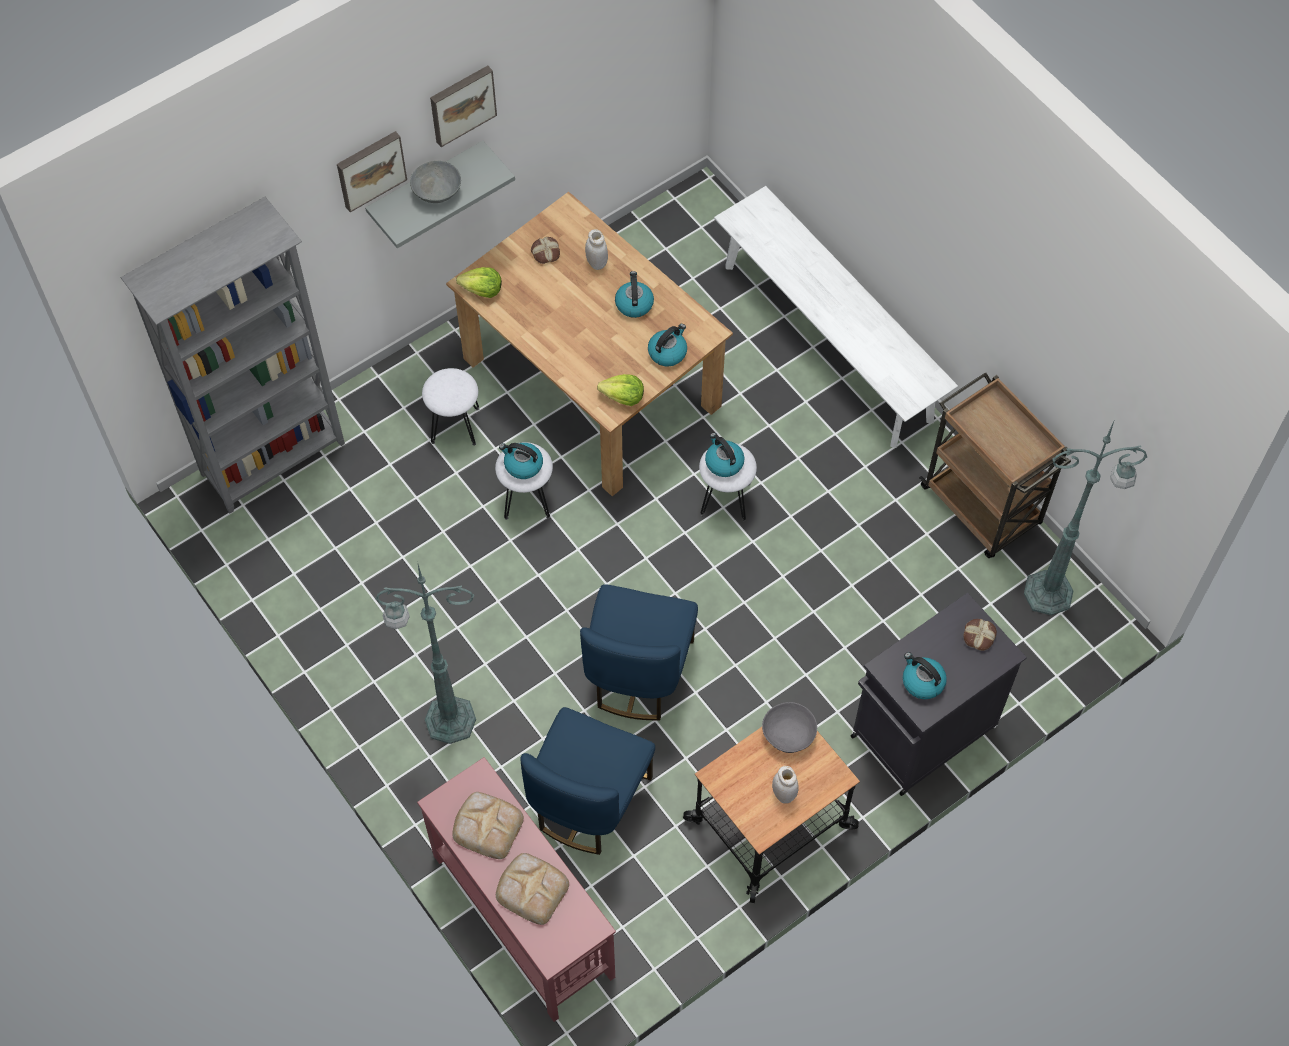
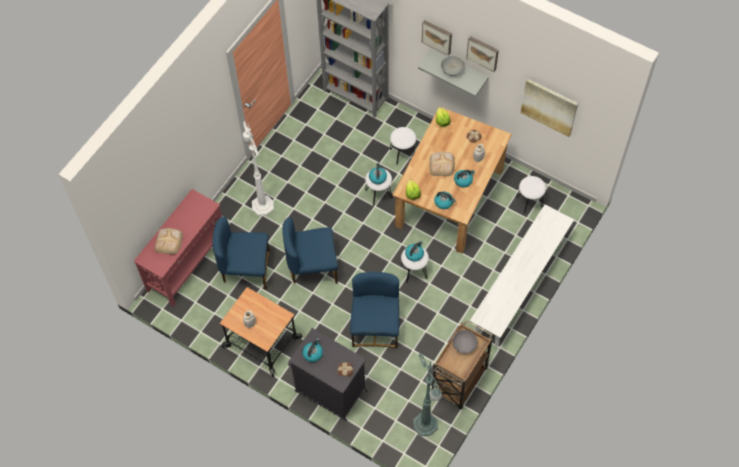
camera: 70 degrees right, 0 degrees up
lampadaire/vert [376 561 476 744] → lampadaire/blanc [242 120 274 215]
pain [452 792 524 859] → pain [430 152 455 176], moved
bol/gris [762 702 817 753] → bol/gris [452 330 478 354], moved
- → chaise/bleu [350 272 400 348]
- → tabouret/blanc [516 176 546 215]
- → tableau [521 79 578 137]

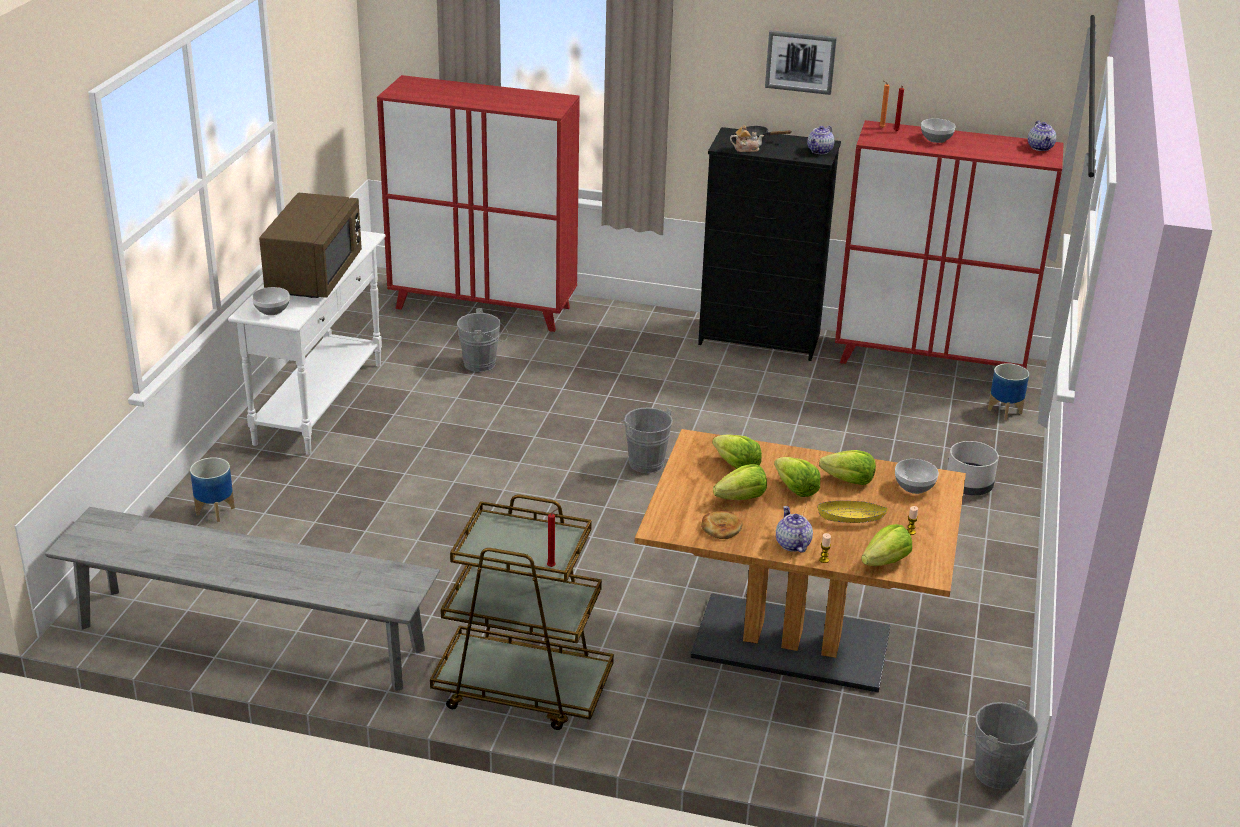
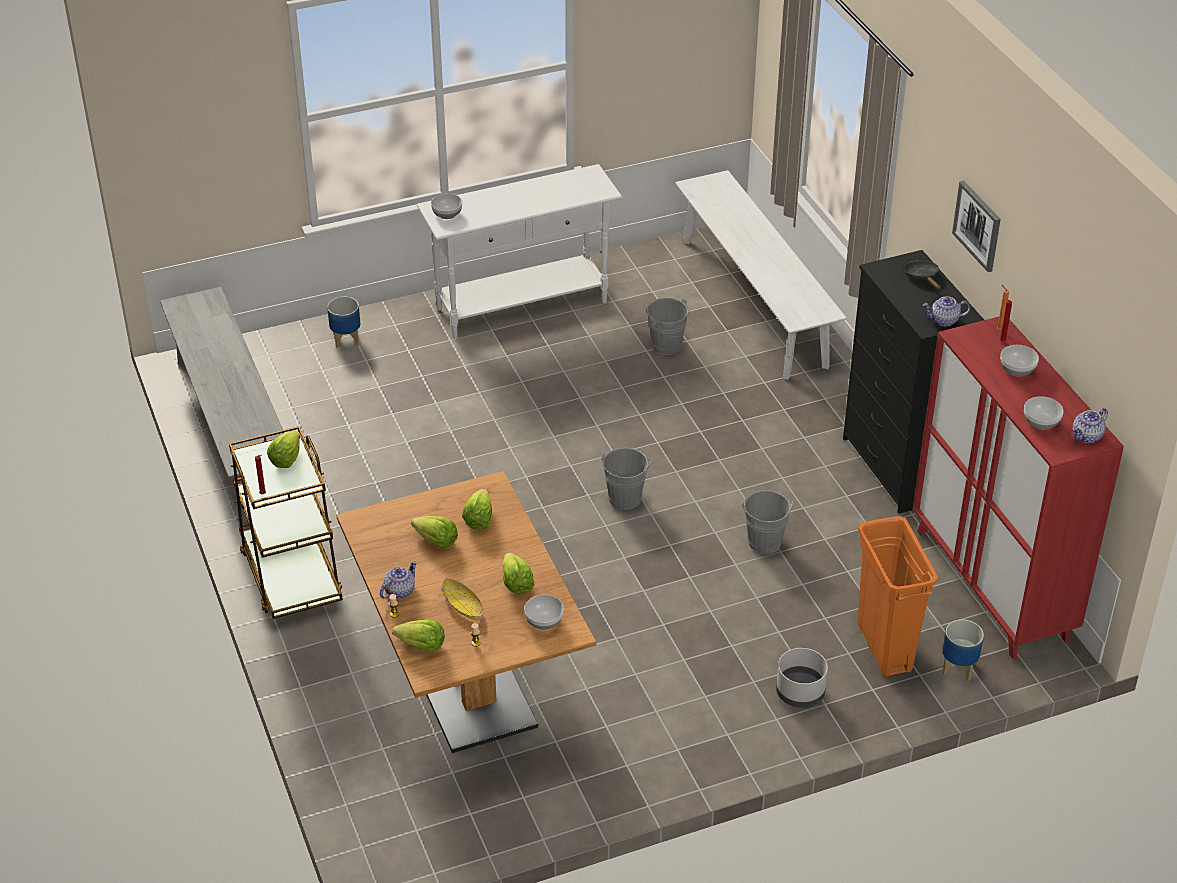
camera: 55 degrees right, 10 degrees up
micro-ondes/marron [259 193 362 298] → -
meuble de rangement/rouge [377 75 580 332] → banc/blanc [675 170 847 380]
pain [701 511 743 539] → -
théière [730 125 764 152] → -
laitue [774 457 821 497] → laitue [267 430 300 468], moved
seau/gris [962 700 1038 790] → seau/gris [743 490 793 554], moved
- → poubelle/orange [857 516 939 677]
- → bol [1024 396 1064 430]

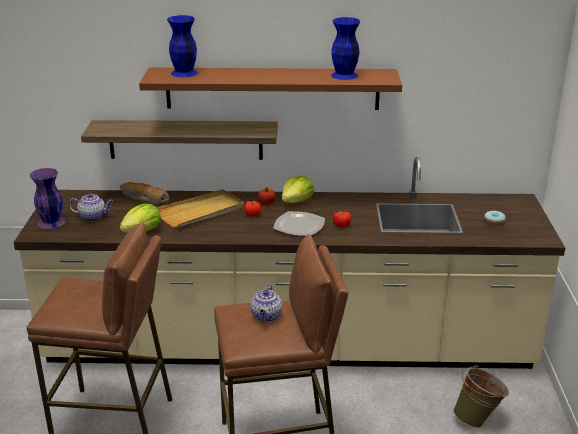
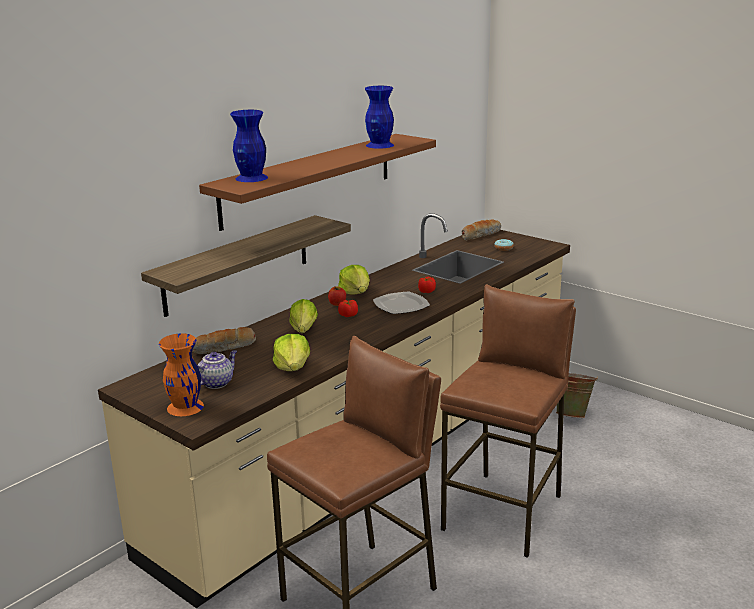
camera: 50 degrees left, 5 degrees down
vase/violet [30 168 65 229] → vase/orange [159 333 204 416]
plateau/beige [156 189 244 228] → laitue [290 299 318 333]
théière [251 284 282 322] → -
- → pain [462 219 501 241]

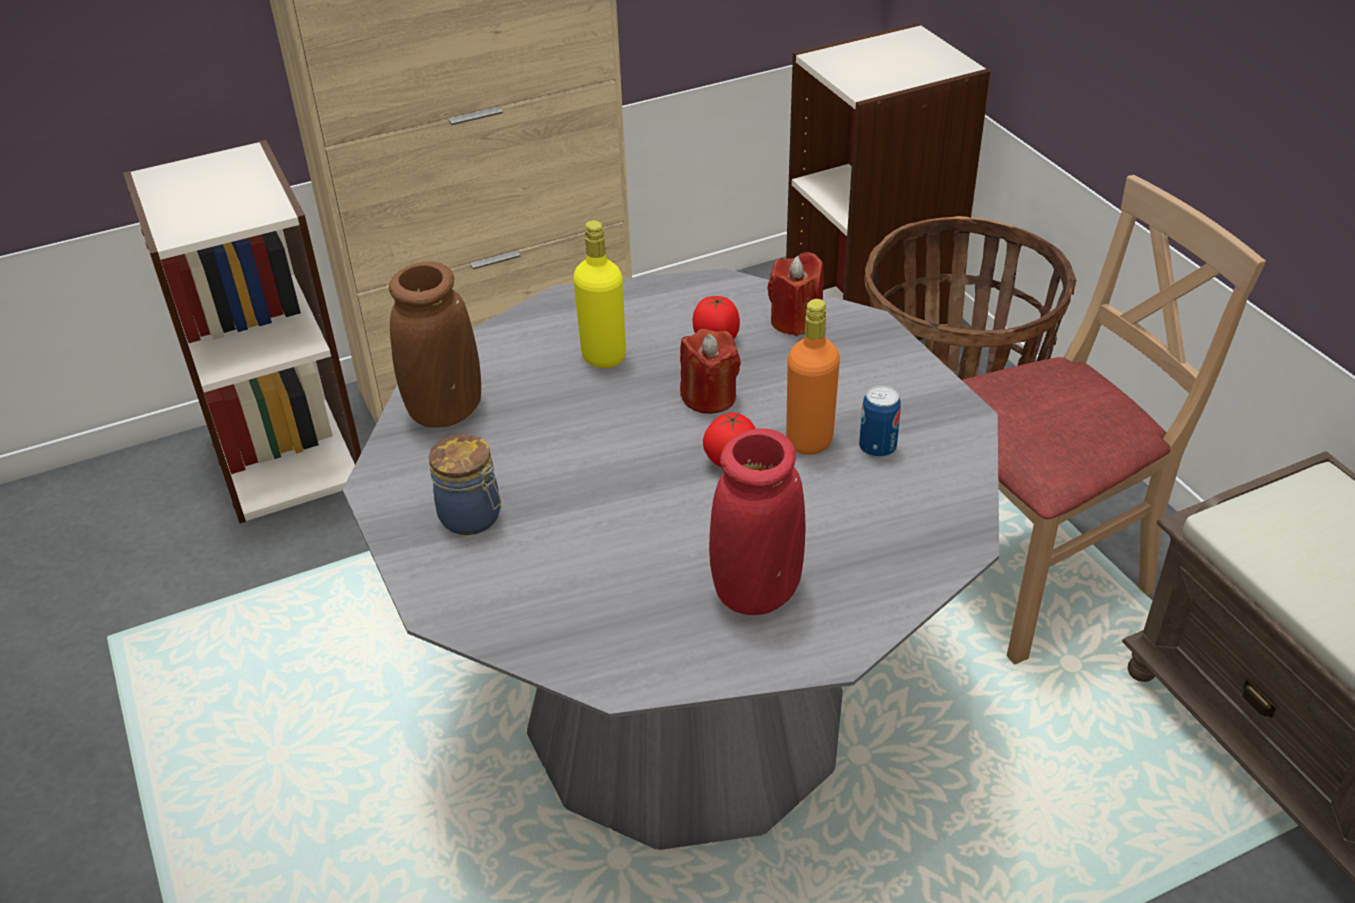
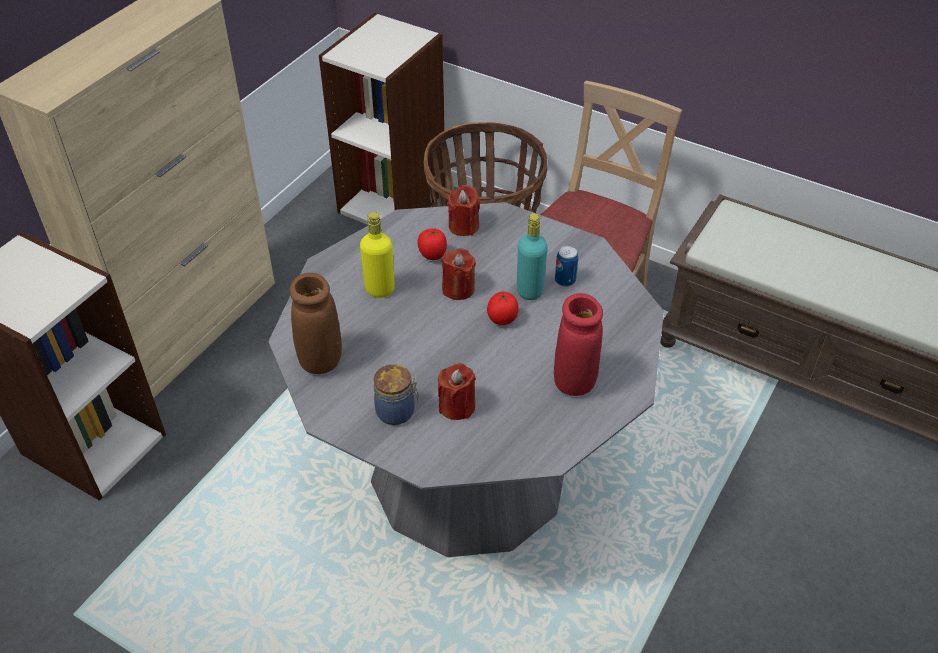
camera: 35 degrees left, 5 degrees up
bouteille/orange [786 299 840 455] → bouteille/turquoise [517 213 547 300]
- → bougie/rouge [438 363 476 420]

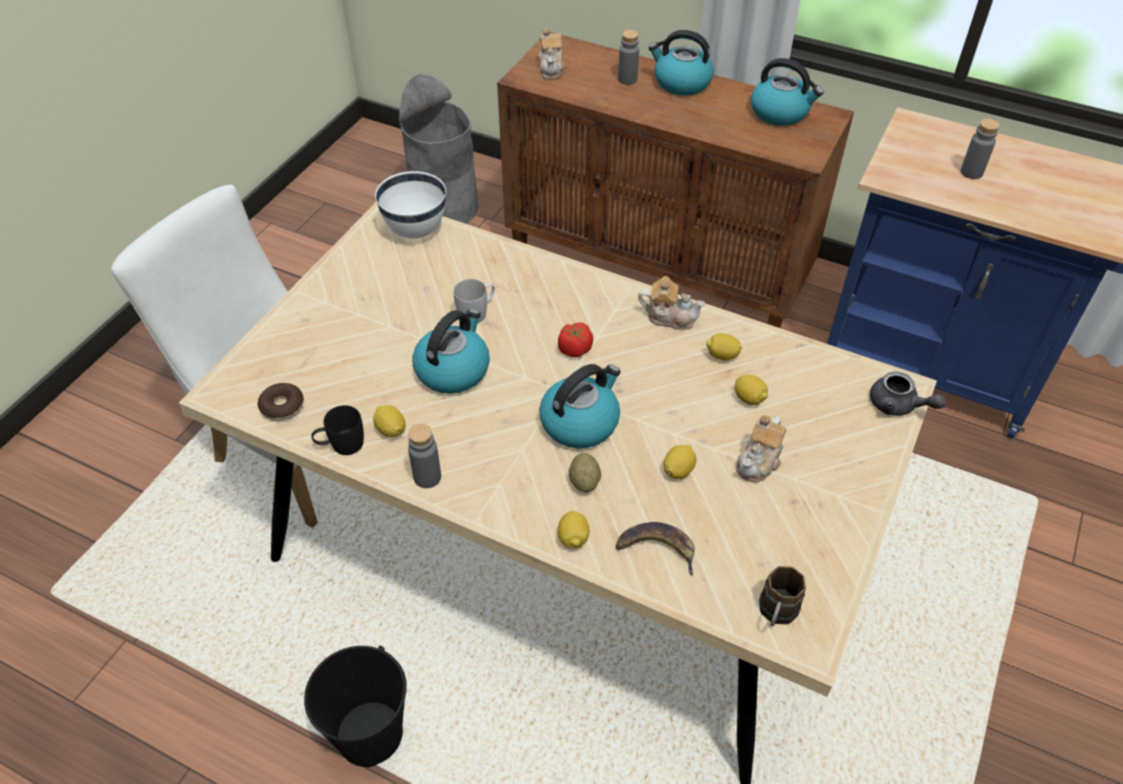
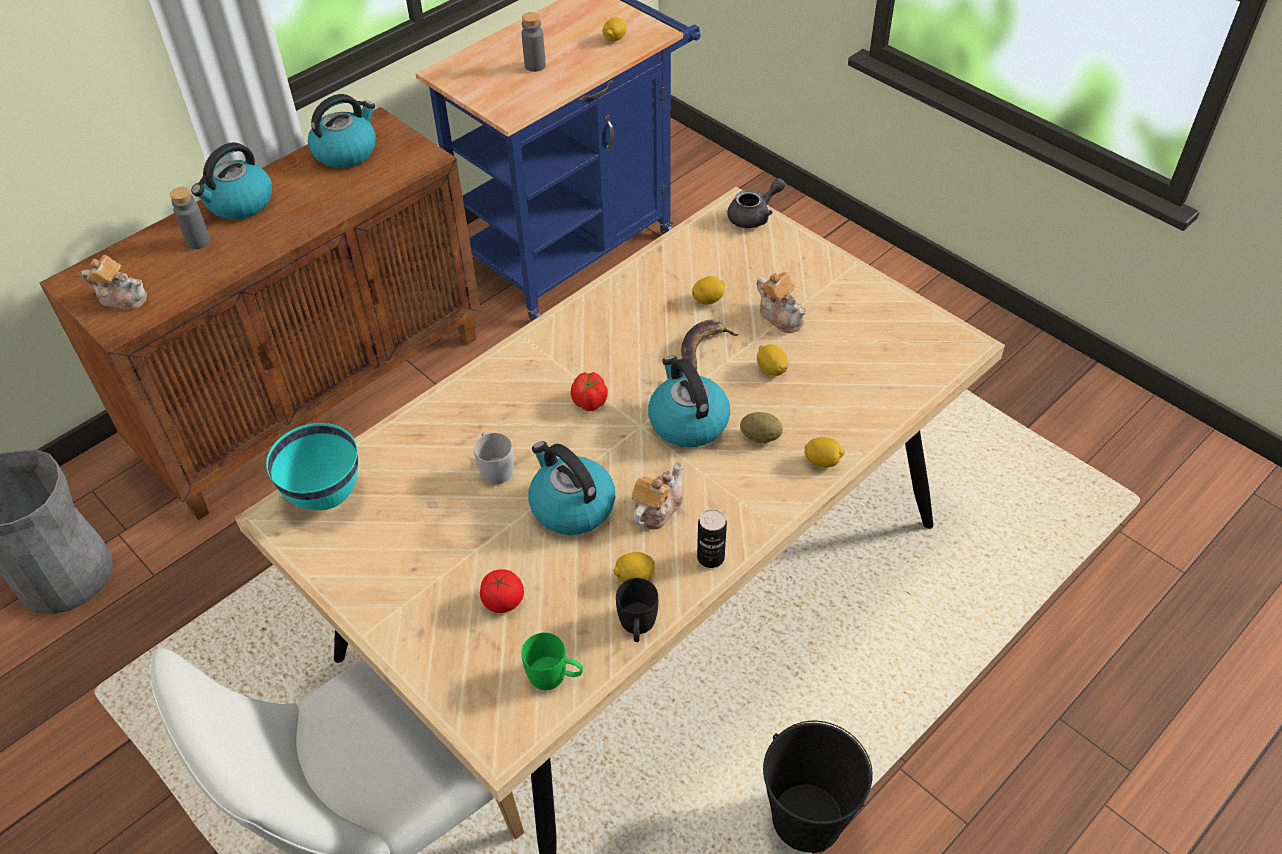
camera: 70 degrees left, 0 degrees up
beignet [257 383 304 421] → mug/vert [522 632 583 690]
bol/blanc [375 171 446 239] → bol/turquoise [266 423 358 510]
bouteille/gris [408 424 441 488] → boîte métallique [697 509 727 568]
banane [615 522 695 577] → banane [681 320 739 370], moved
théière [638 276 705 330] → théière [632 463 683 530], moved
citron [706 333 742 360] → citron [603 18 627 42], moved
mug/marron [759 566 806 627] → -
- → tomate [480 570 524 613]

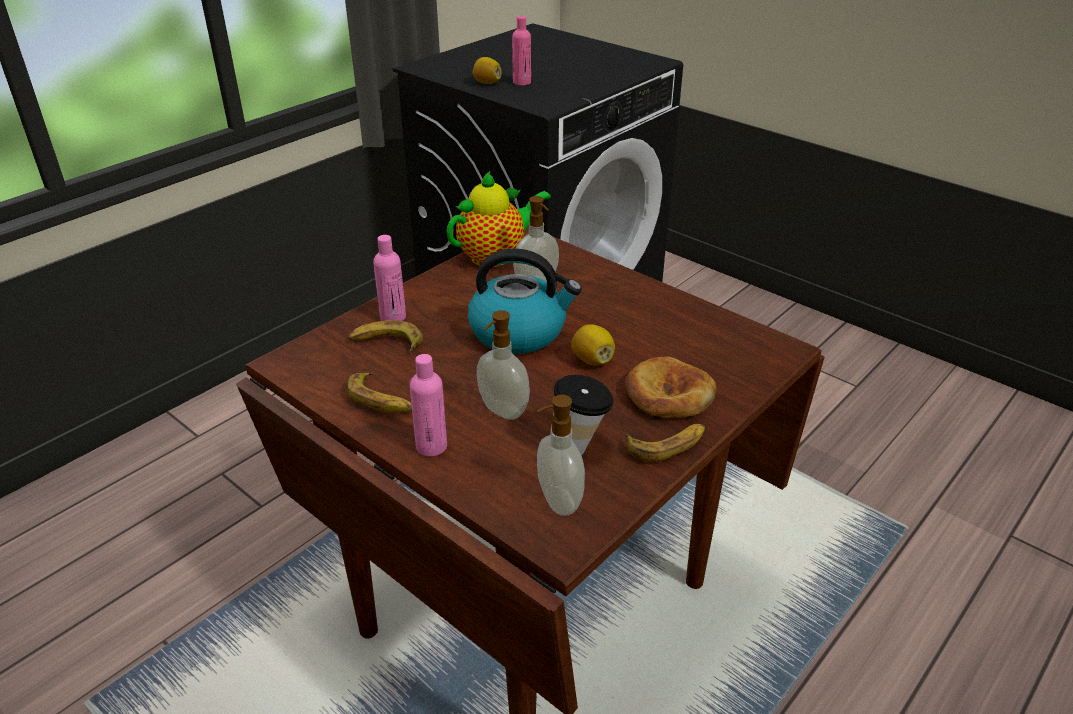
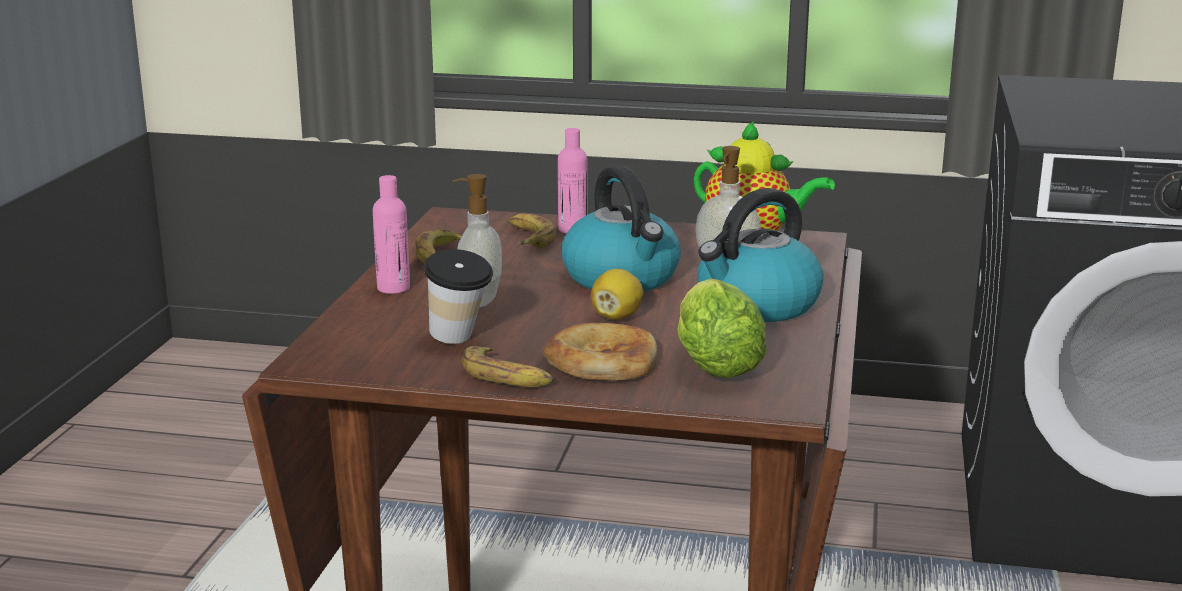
camera: 60 degrees right, 15 degrees down
citron [473 57 502 84] → -
bouteille/rose [512 16 531 86] → -
distributeur de savon [537 395 585 516] → -
- → laitue [678 279 767 378]
- → bouilloire [697 188 824 322]

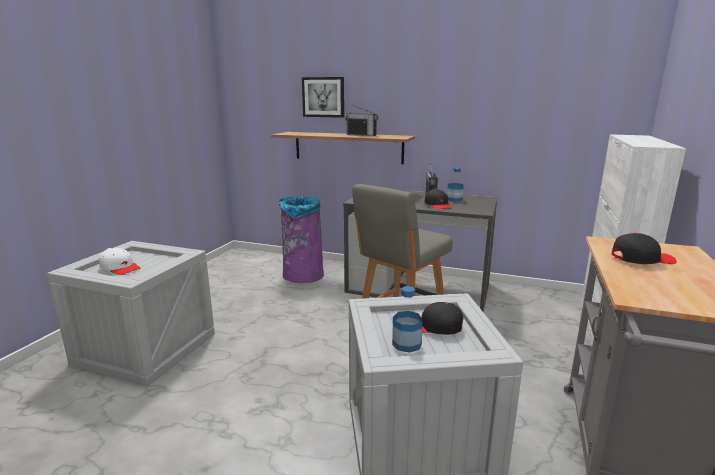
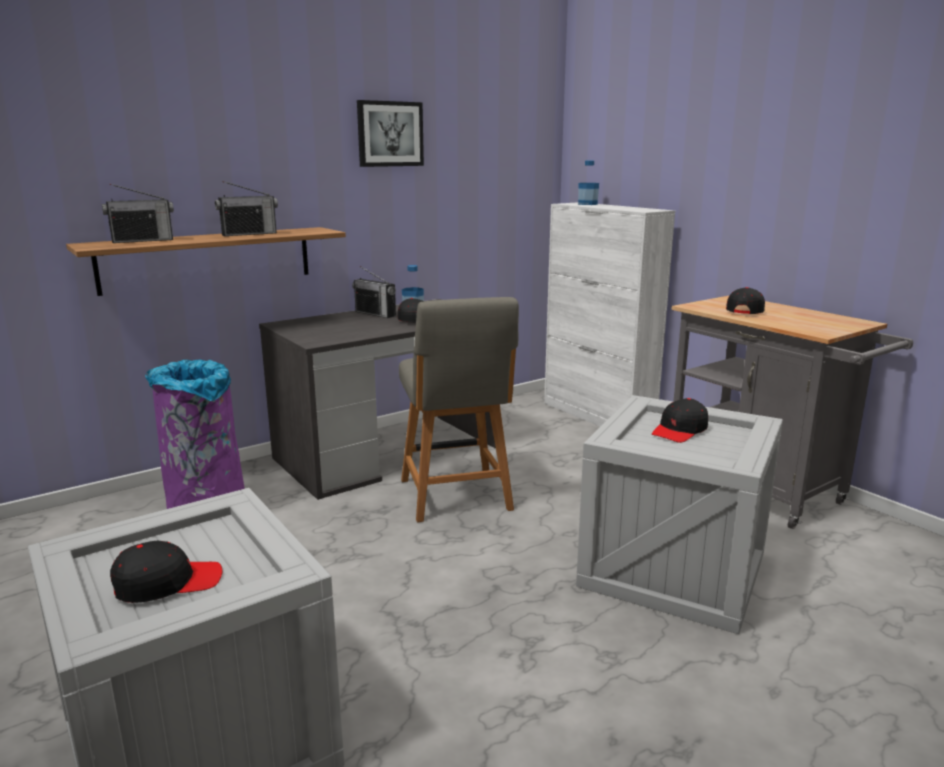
camera: 55 degrees left, 0 degrees up
casquette/blanc [99 247 140 275] → casquette/noir [110 540 222 603]
tableau [302 77 344 118] → tableau [357 100 424 167], moved
bouteille [392 286 422 353] → bouteille [578 160 599 205], moved
- → radio [102 184 174 243]

